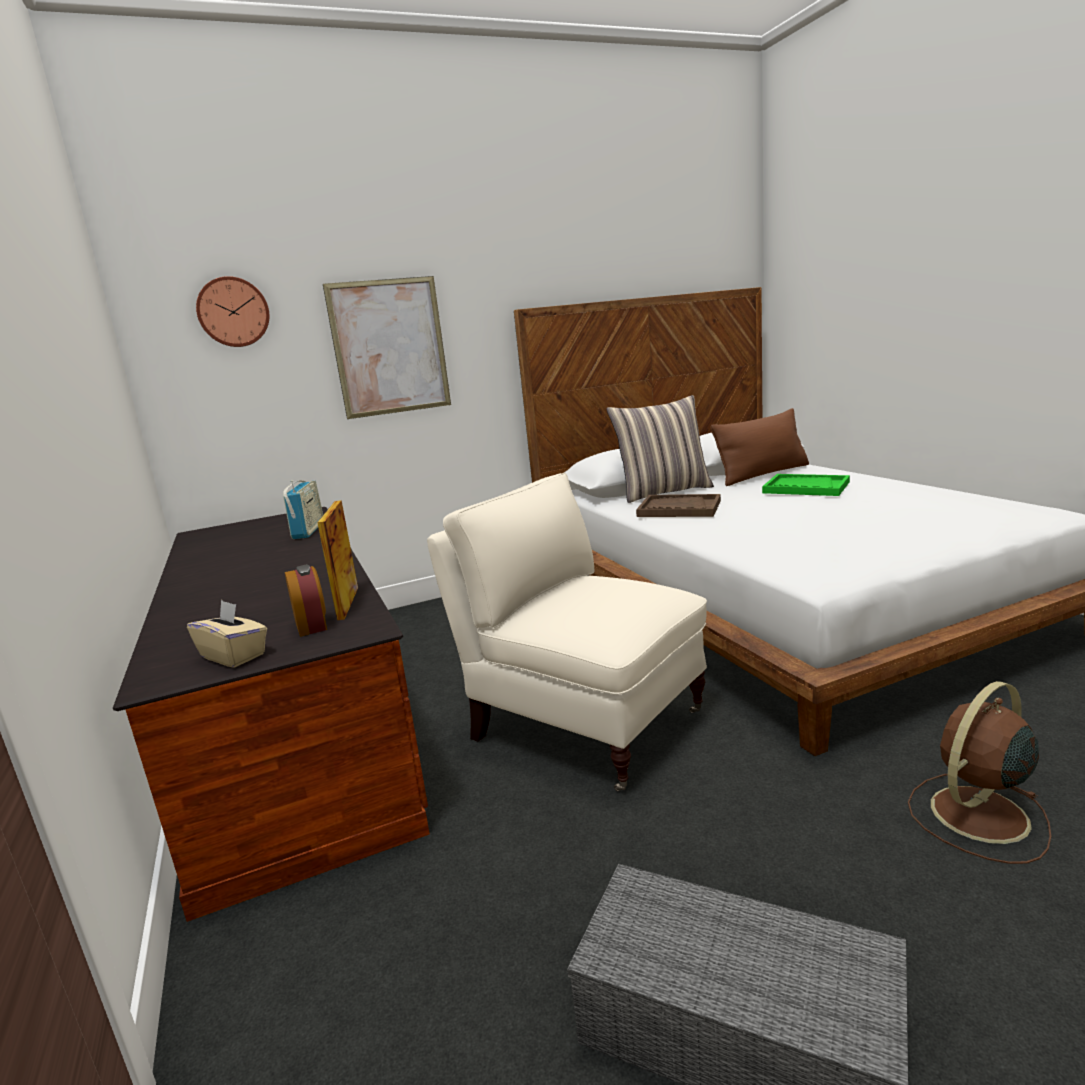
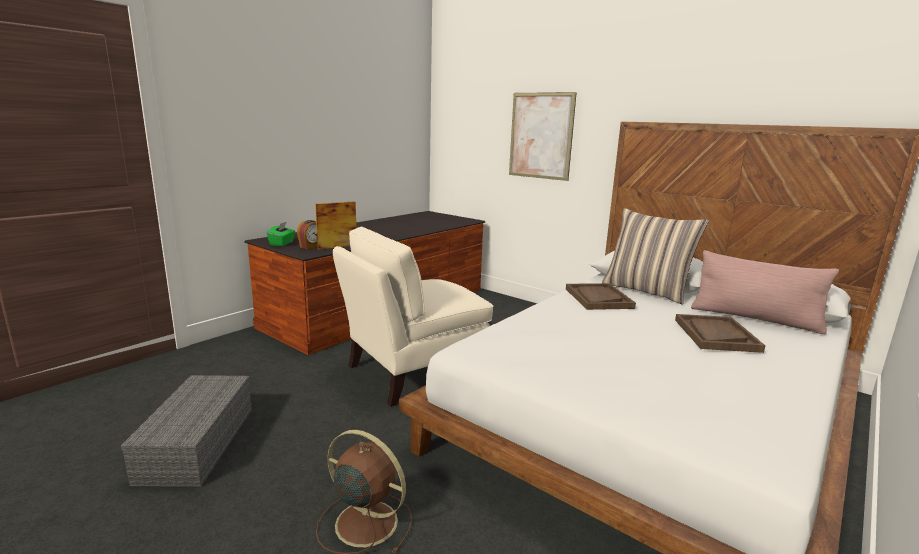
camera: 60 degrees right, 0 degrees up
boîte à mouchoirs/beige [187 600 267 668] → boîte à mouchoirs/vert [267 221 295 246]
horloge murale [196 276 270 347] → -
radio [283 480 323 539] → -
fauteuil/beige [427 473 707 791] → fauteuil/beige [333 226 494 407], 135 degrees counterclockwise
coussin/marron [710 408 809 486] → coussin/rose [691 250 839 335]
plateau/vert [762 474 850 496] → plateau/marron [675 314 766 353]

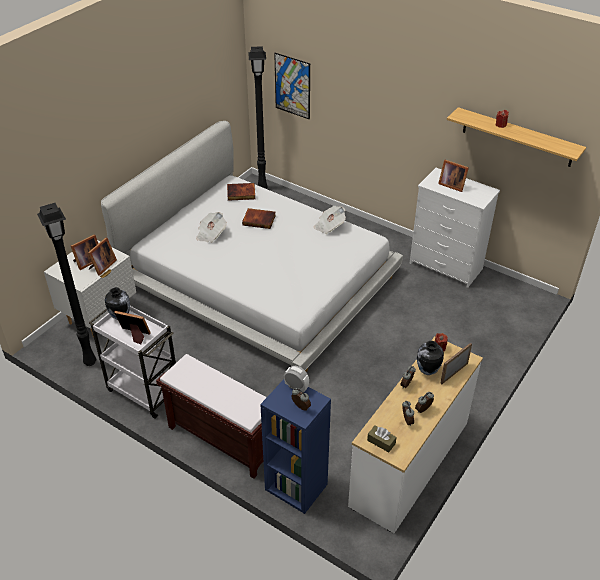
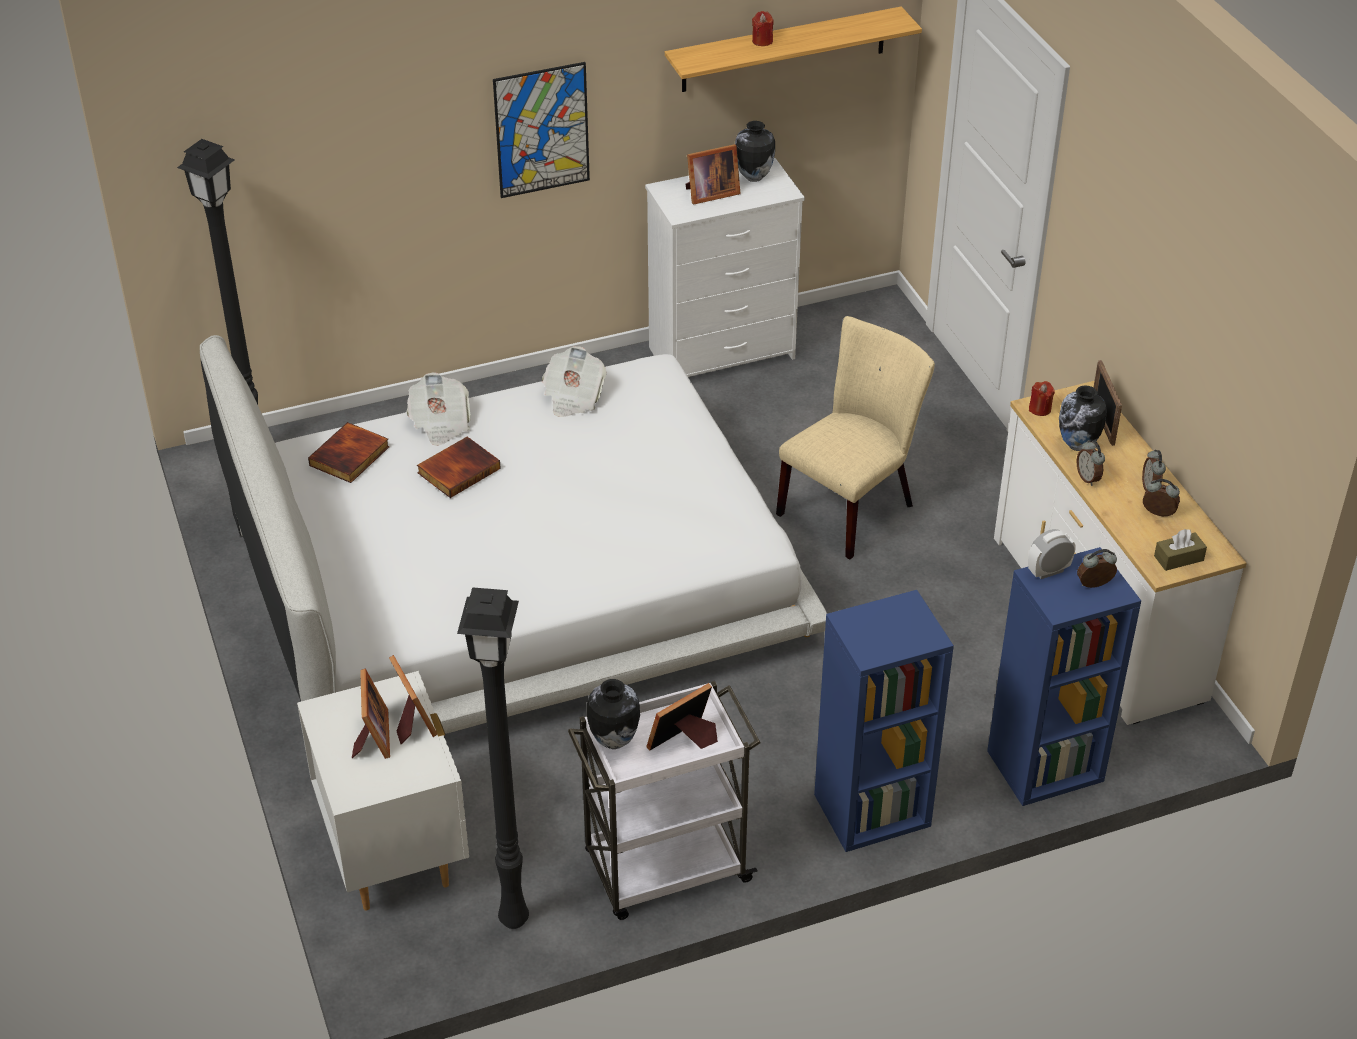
camera: 55 degrees left, 0 degrees up
banc/marron [156 354 267 479] → bibliothèque/bleu [814 590 954 852]
journal [196 212 227 243] → journal [407 372 471 446], moved
tableau [274 53 310 119] → tableau [493 62 590 198], moved
- → vase [735 121 775 182]
- → chaise/beige [776 316 935 560]

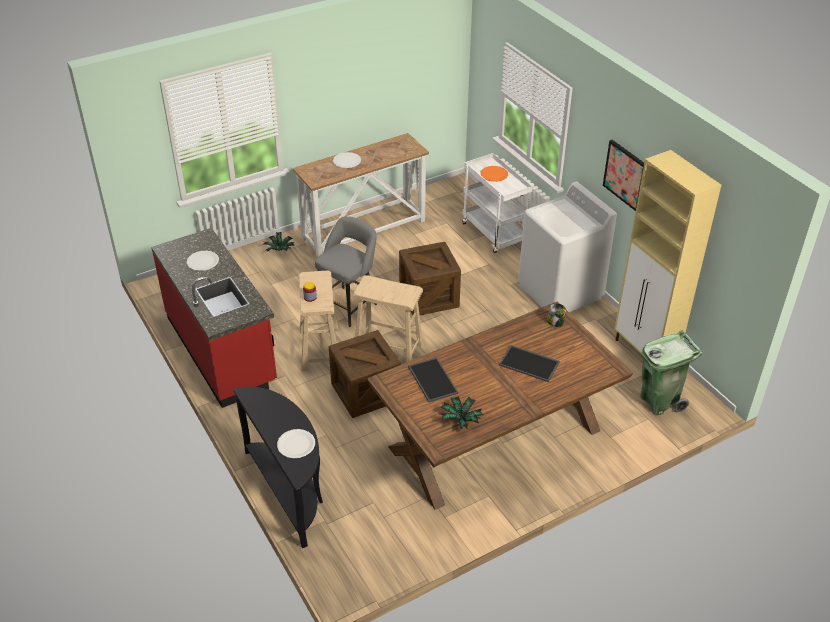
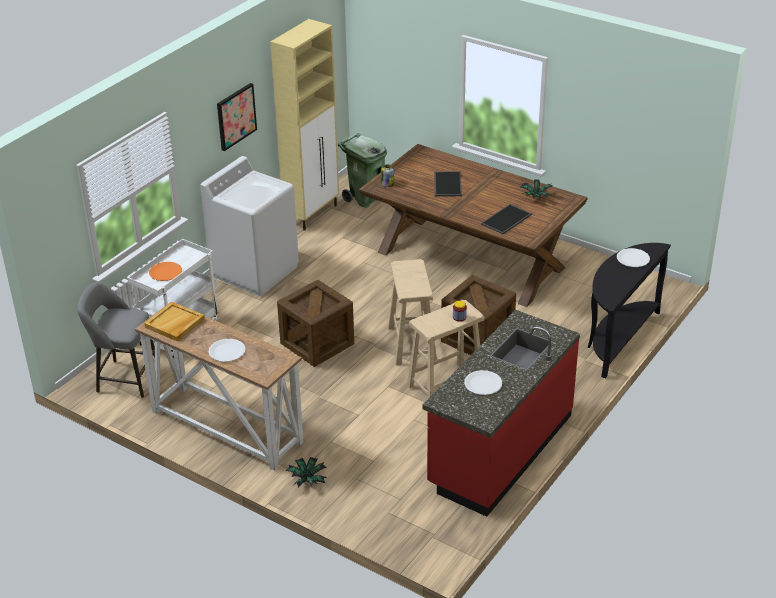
camera: 115 degrees left, 5 degrees down
tabouret/gris [315 216 377 327] → tabouret/gris [77 282 155 398], moved
- → plateau/beige [144 302 205 342]

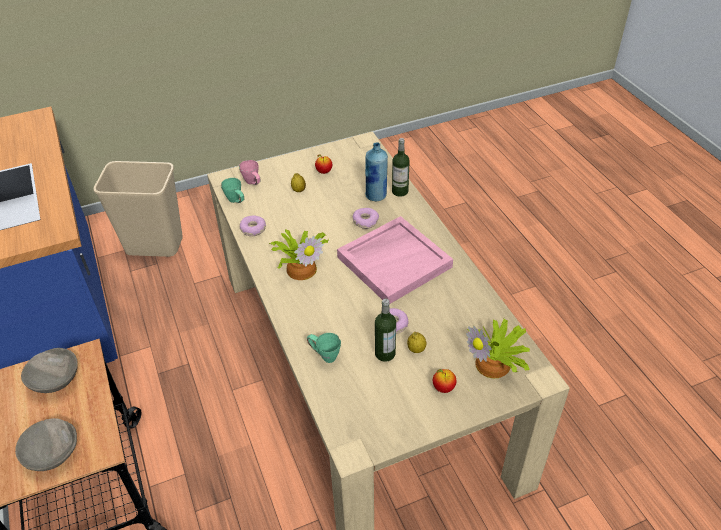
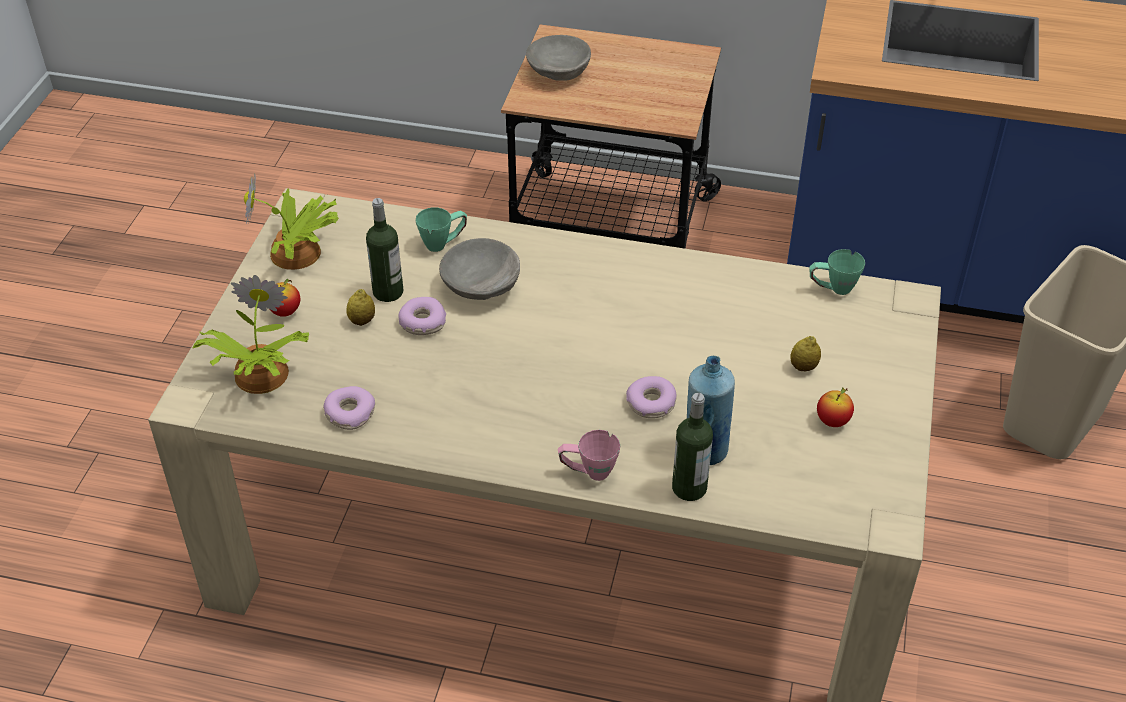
camera: 125 degrees right, 0 degrees up
bol/gris [21 348 78 393] → bol/gris [439 238 520 300], moved
mug/rose [239 160 260 185] → mug/rose [558 430 620 481], moved
beignet [240 216 266 236] → beignet [323 386 375 430], moved
plante en pot [269 229 329 280] → plante en pot [244 172 339 270], moved
plateau/rose [337 216 453 304] → -

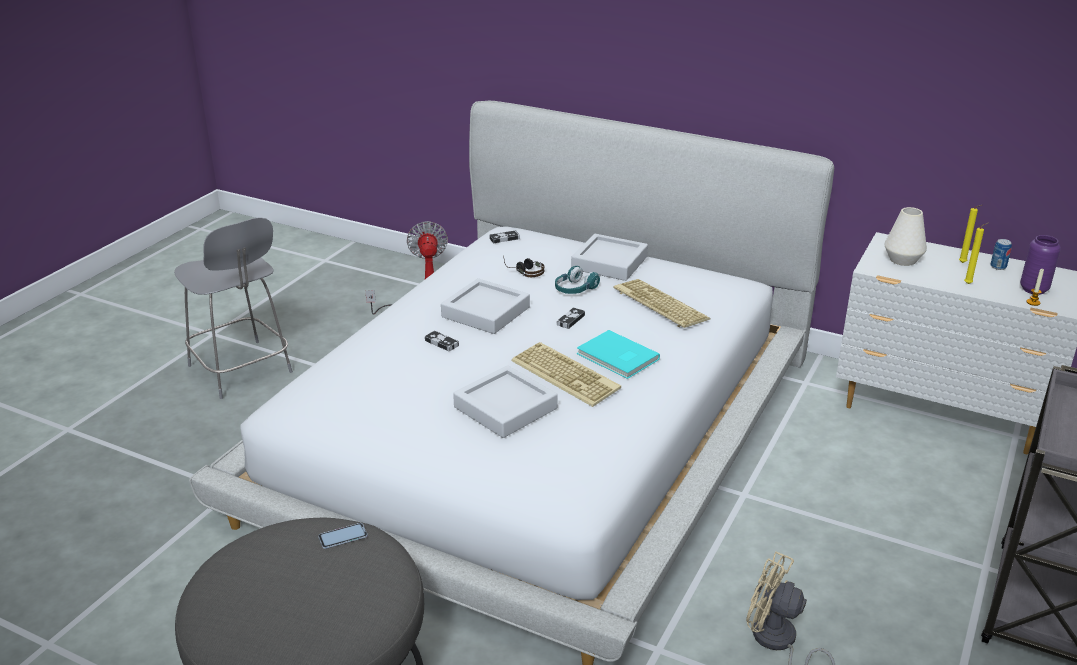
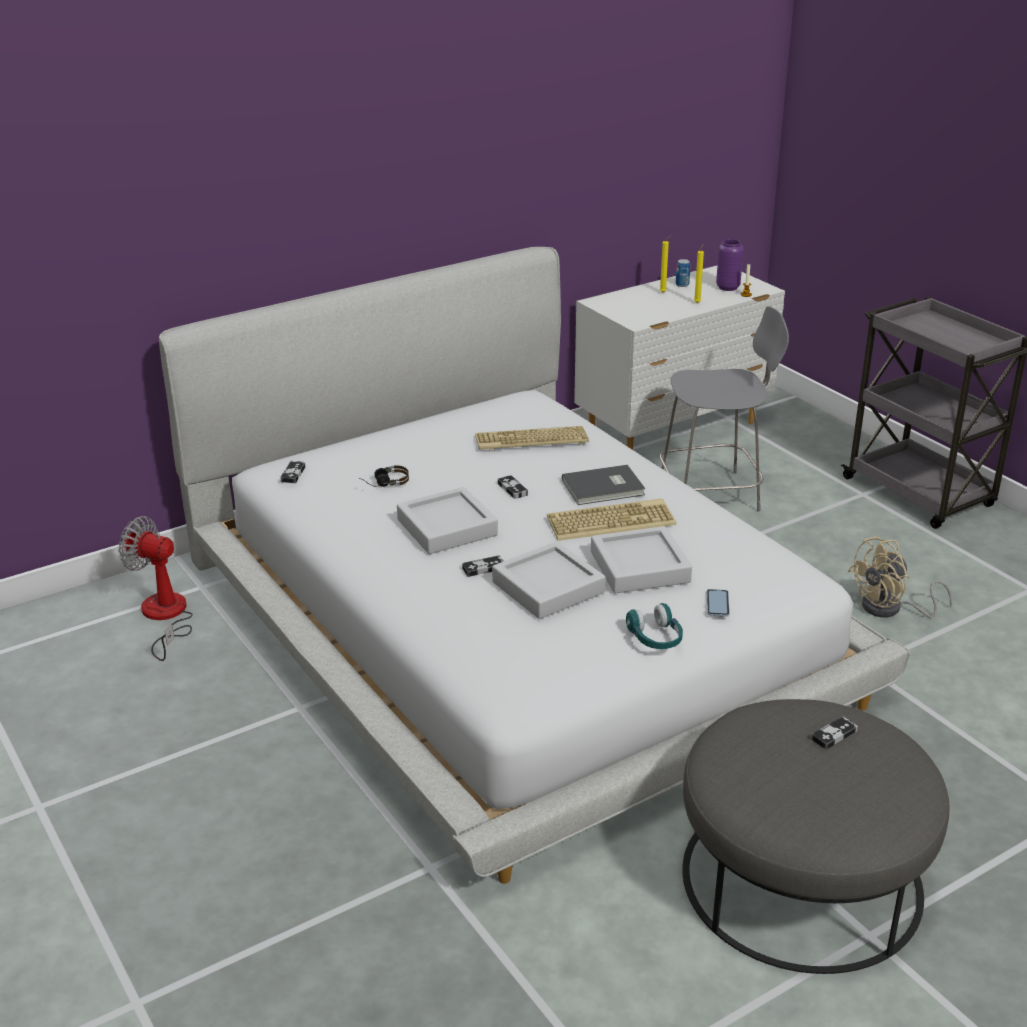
camera: 60 degrees left, 0 degrees up
chaise/gris [174 217 293 399] → chaise/gris [659 306 789 512], moved
téléphone [318 523 368 549] → téléphone [707 589 729 617], moved
casque audio/turquoise [555 266 600 294] → casque audio/turquoise [626 603 683 649], moved
plateau/gris [571 234 648 281] → plateau/gris [492 542 606 619], moved
livre/turquoise [577 330 660 379] → livre/gris [562 465 645 505]
vase/blanc [884 207 927 266] → -
- → manette [811 716 858 750]

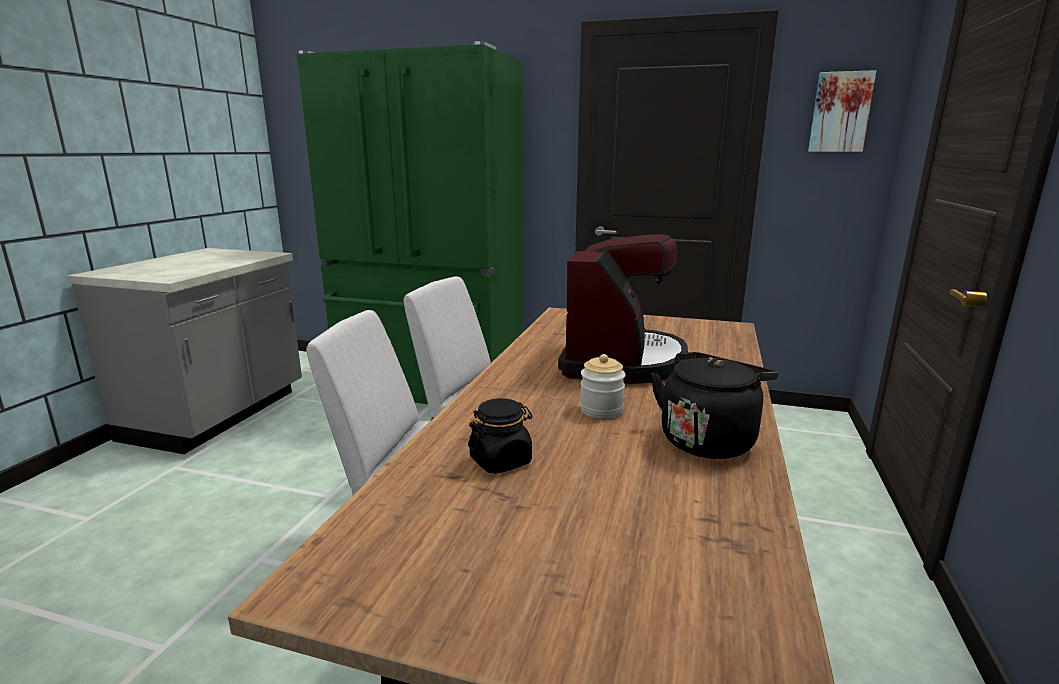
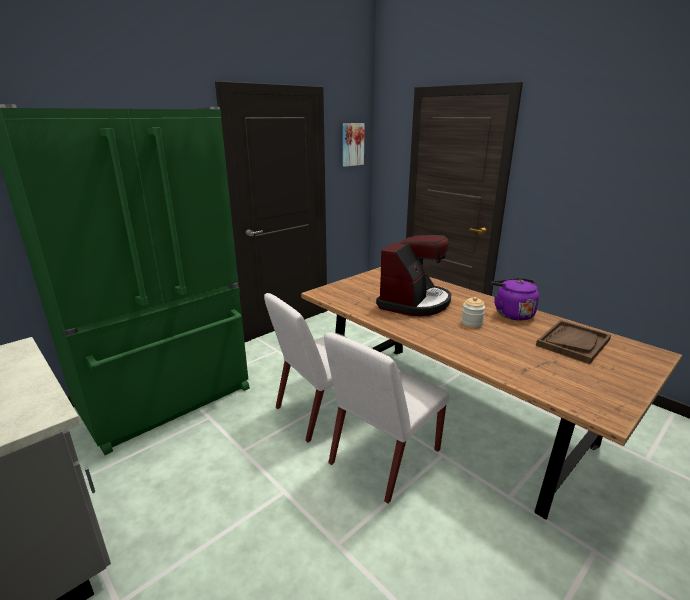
camera: 60 degrees left, 5 degrees up
bocal/noir [468 398 532 474] → -
machine à café [558 234 688 384] → machine à café [376 235 452 316], 75 degrees clockwise
bouilloire/noir [651 352 778 459] → bouilloire/violet [491 278 539 321]
- → plateau/marron [536 320 611 364]

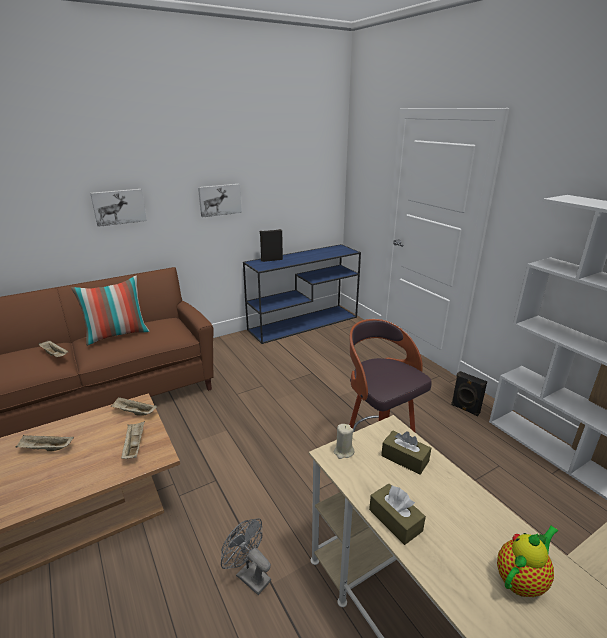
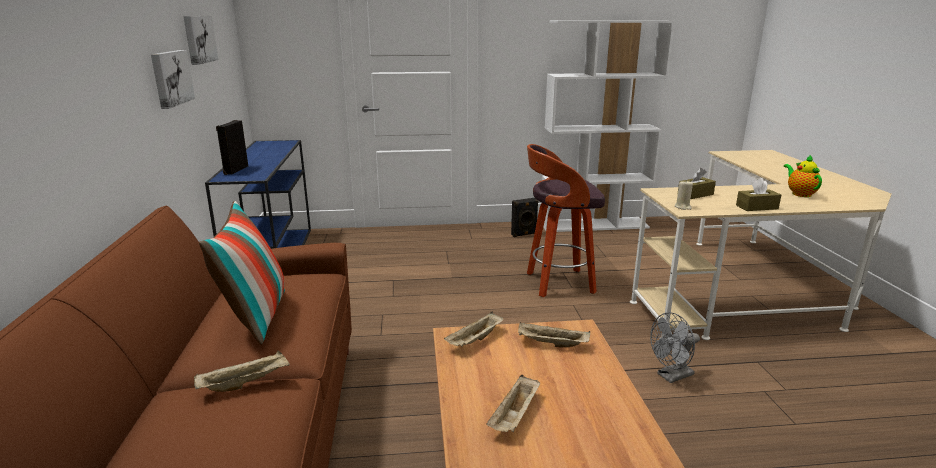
camera: 65 degrees left, 5 degrees down
tableau [90 189 147 227] → tableau [183 16 218 65], moved

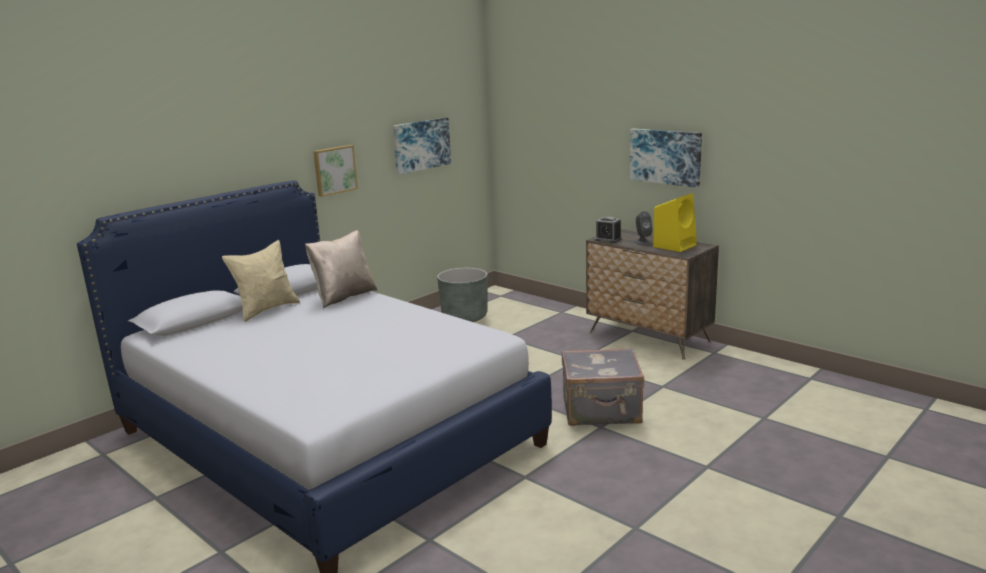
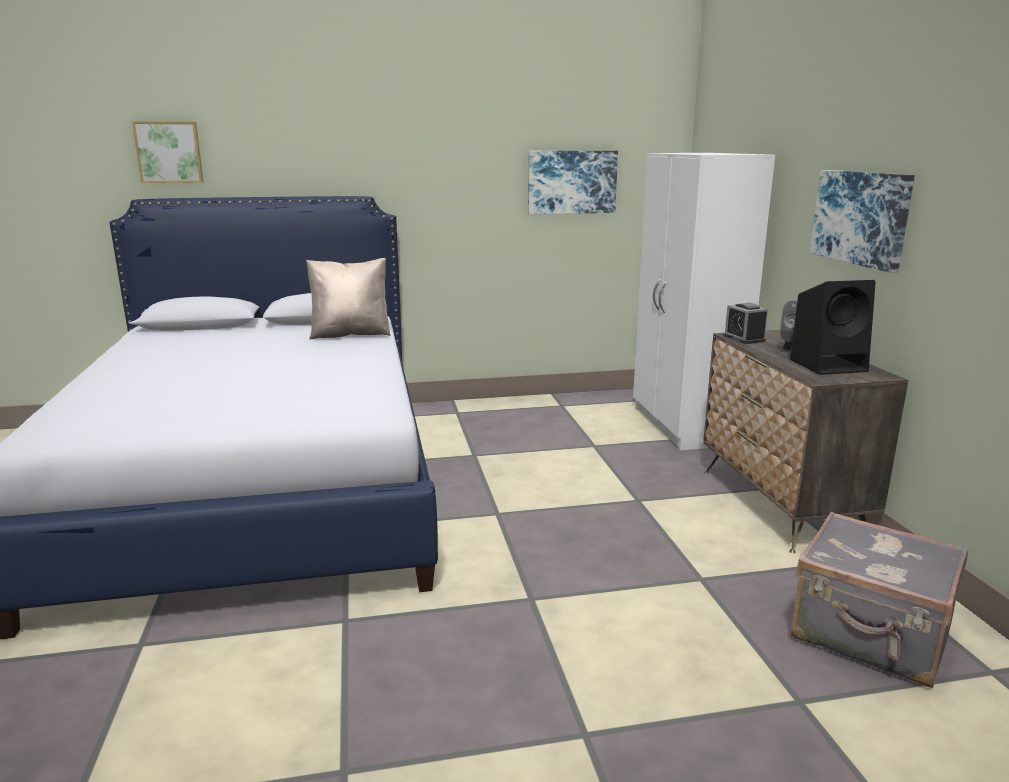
camera: 35 degrees right, 0 degrees up
coussin/beige [222 240 300 322] → -
tableau [313 145 358 197] → tableau [132 121 203 183], moved
cache-pot/gris [437 268 487 322] → -
valise/gris [561 348 644 426] → valise/gris [791 512 968 688], moved
enceinte/jaune [653 193 697 252] → enceinte/noir [790 280 876 375]
- → armoire/blanc [633 153 775 451]

